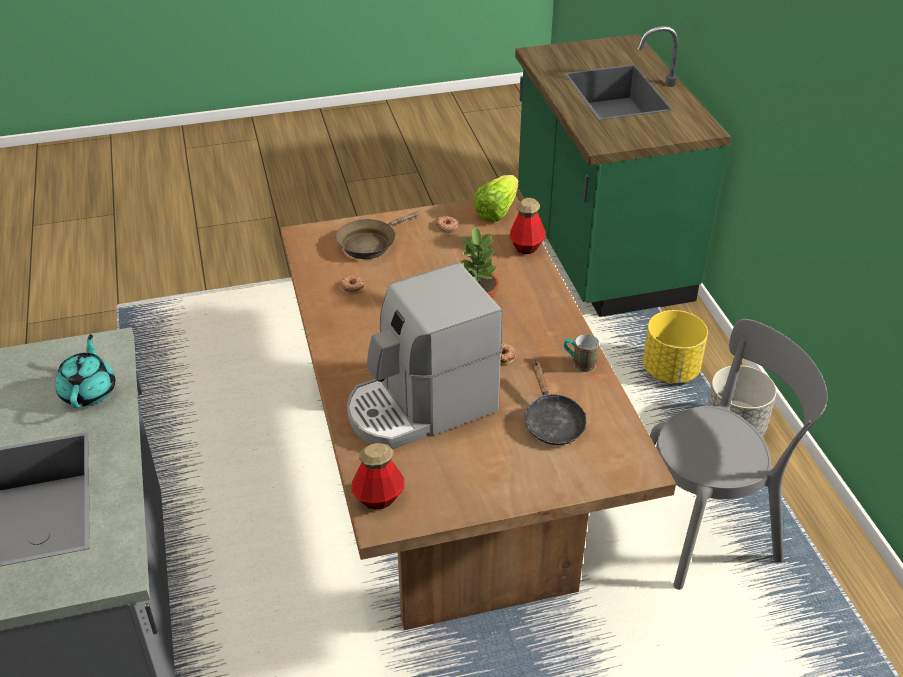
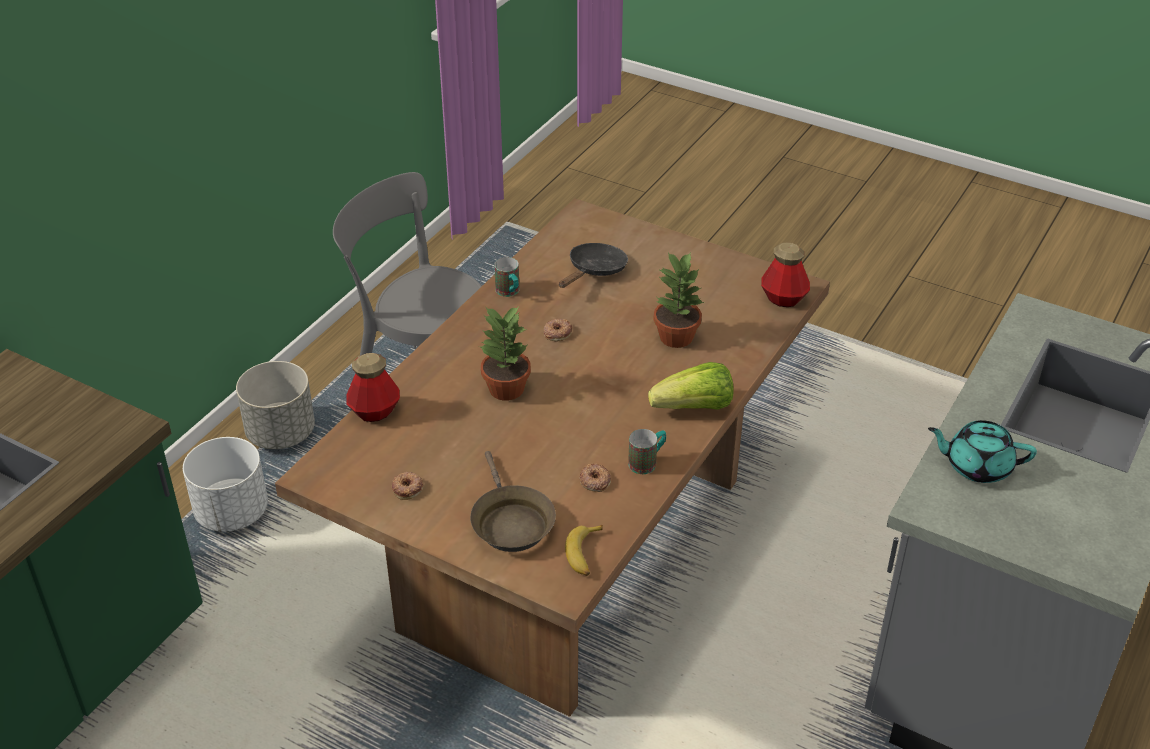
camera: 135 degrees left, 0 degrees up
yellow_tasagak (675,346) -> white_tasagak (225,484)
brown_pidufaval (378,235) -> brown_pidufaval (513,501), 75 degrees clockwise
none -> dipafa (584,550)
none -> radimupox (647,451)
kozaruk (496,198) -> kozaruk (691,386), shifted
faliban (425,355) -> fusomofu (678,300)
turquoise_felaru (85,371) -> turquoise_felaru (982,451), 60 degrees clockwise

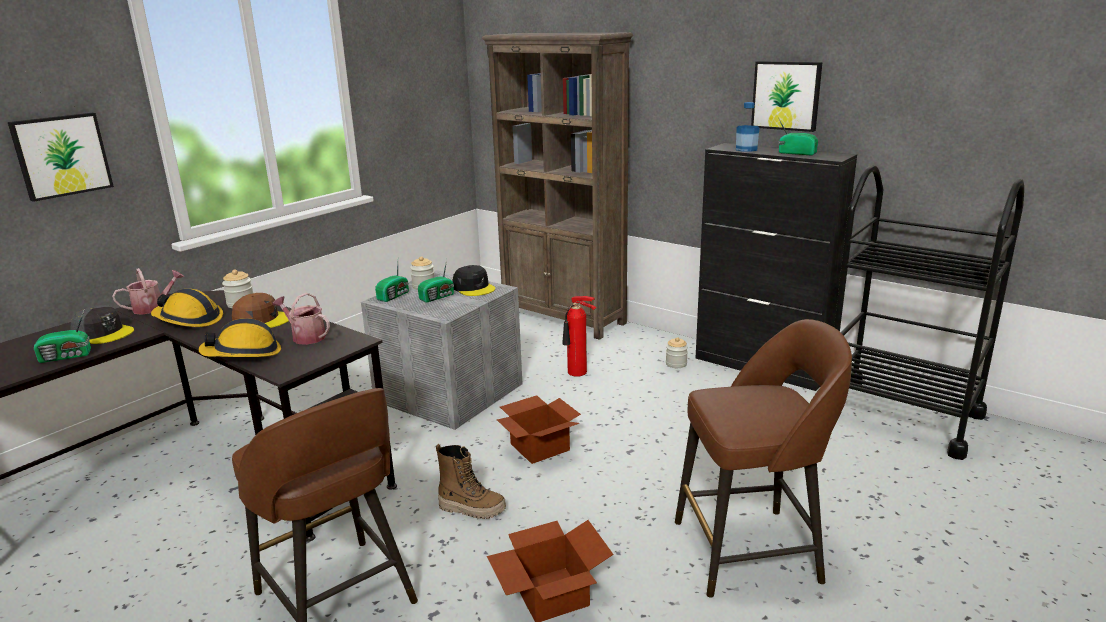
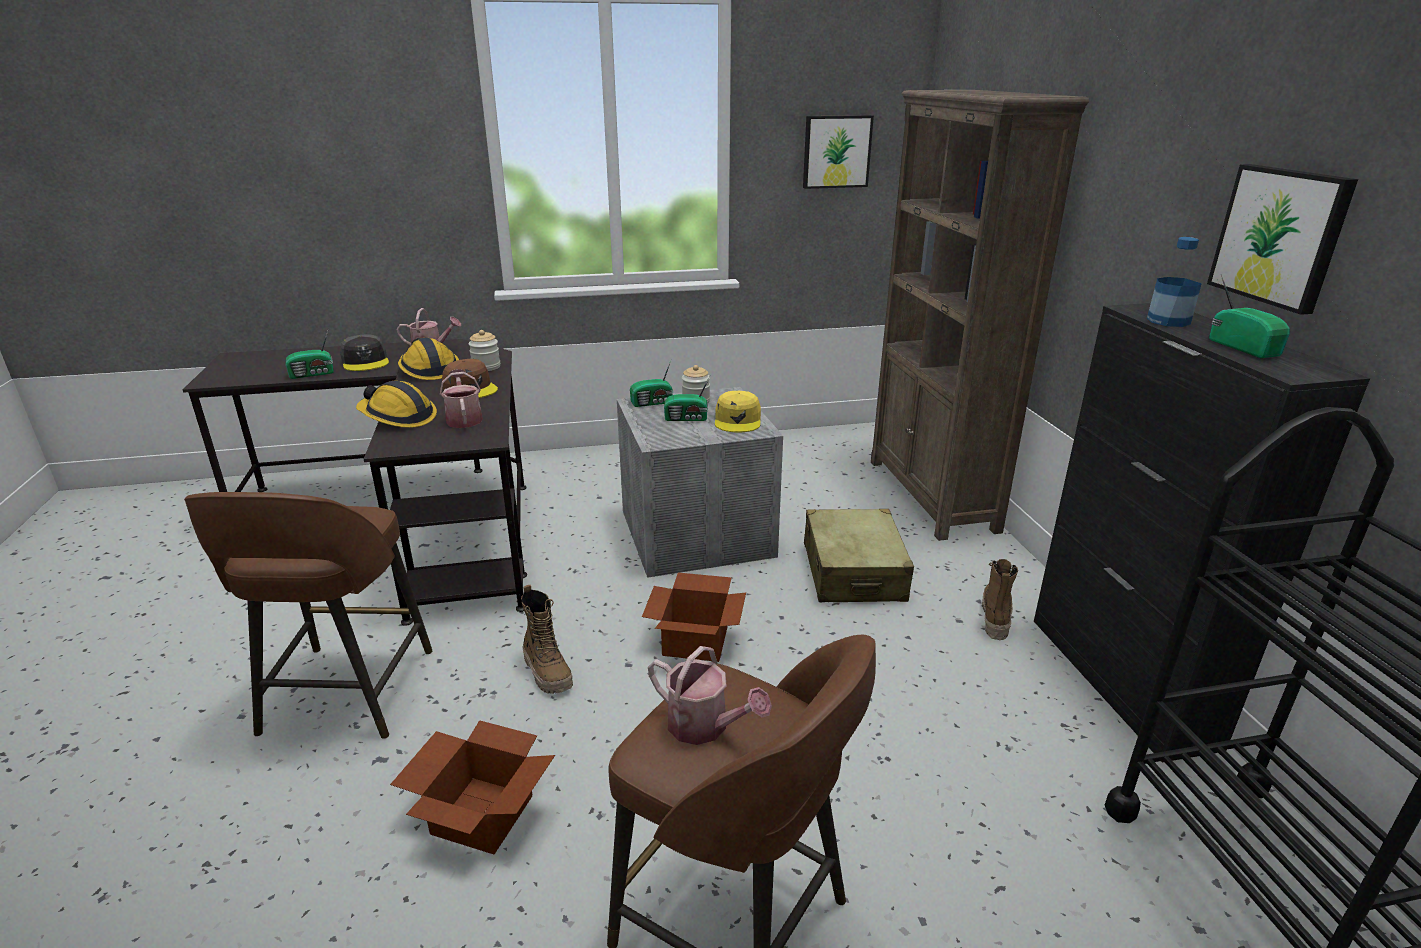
camera: 40 degrees right, 5 degrees up
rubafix (62,335) -> rubafix (309,355), 45 degrees counterclockwise
none -> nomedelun (710,695)
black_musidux (473,280) -> yellow_musidux (738,412)
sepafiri (61,157) -> sepafiri (838,152), shifted
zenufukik (579,336) -> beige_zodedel (859,555)
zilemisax (677,352) -> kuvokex (1000,599)

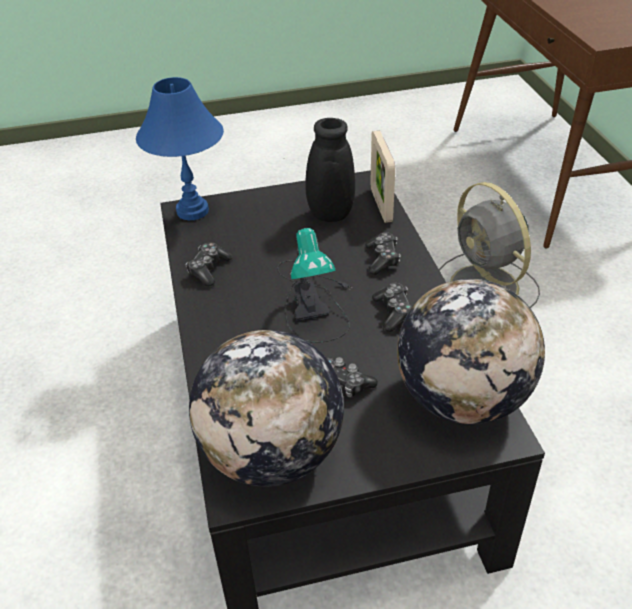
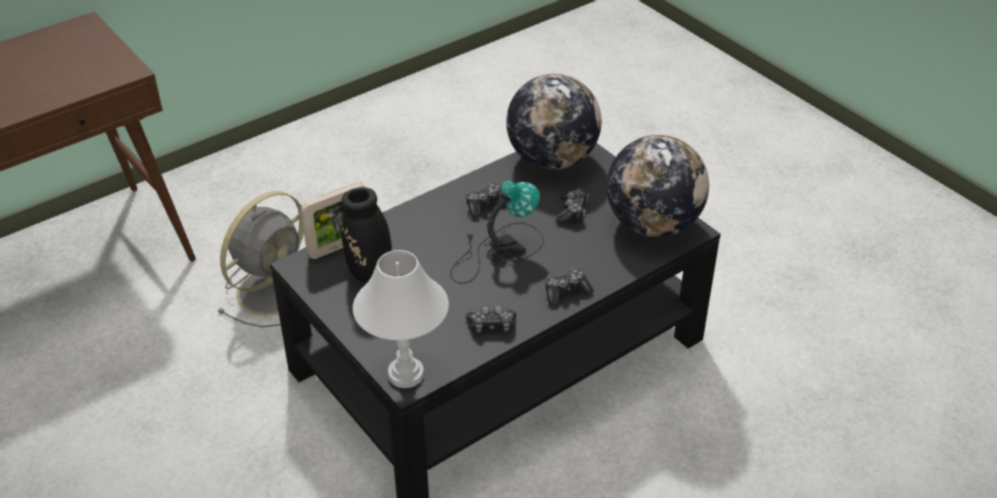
camera: 115 degrees left, 0 degrees up
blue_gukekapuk (180,148) -> white_gukekapuk (401,319)
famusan (383,253) -> famusan (569,287), shifted

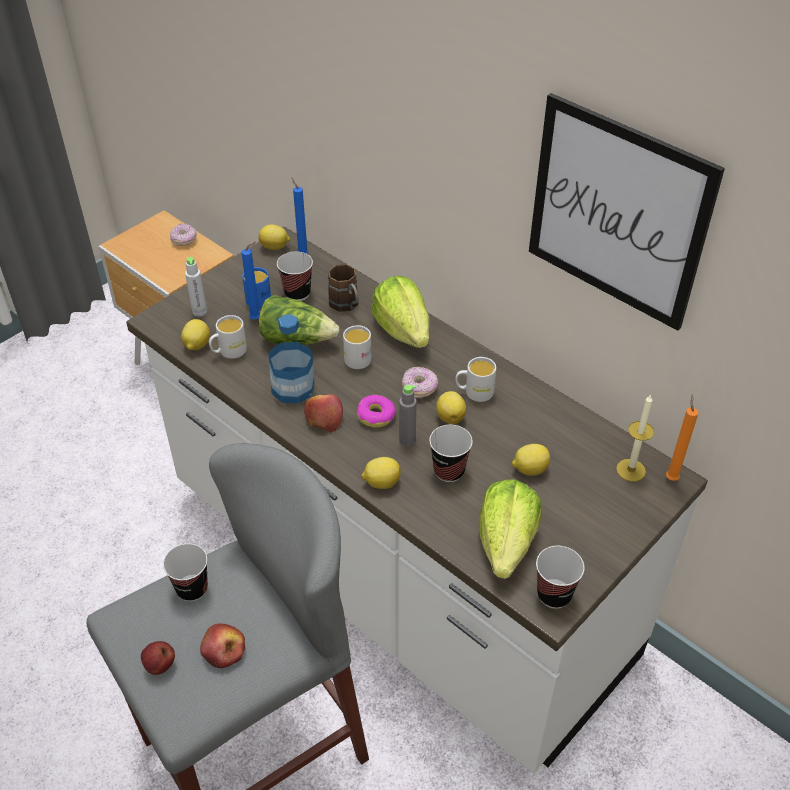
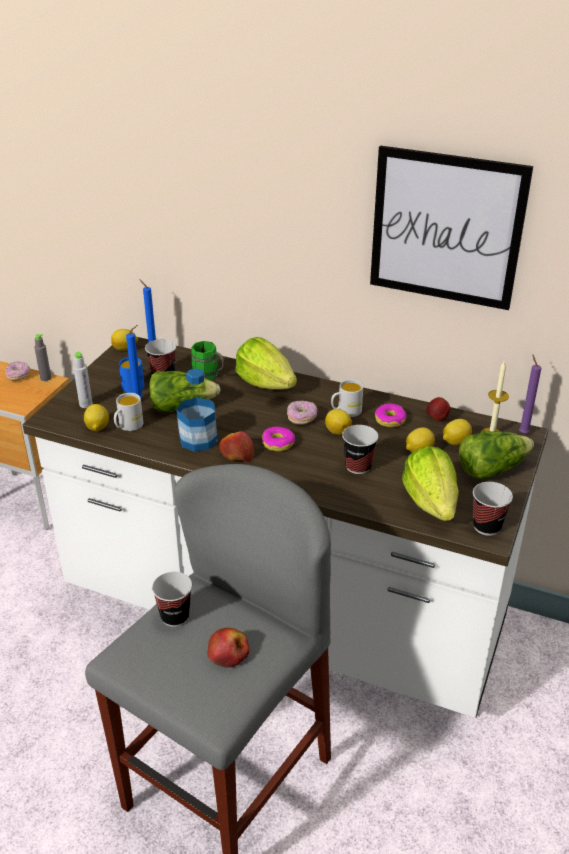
camera: 20 degrees left, 10 degrees down
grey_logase (408,415) -> grey_logase (42,357), shifted
brown_radimupox (343,288) -> green_radimupox (207,360)
none -> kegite (390,415)
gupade (158,658) -> gupade (438,409), shifted
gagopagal (381,473) -> gagopagal (457,432), shifted
none -> kozaruk (496,455)
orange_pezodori (682,437) -> purple_pezodori (530,394)
white_radimupox (357,347) -> none

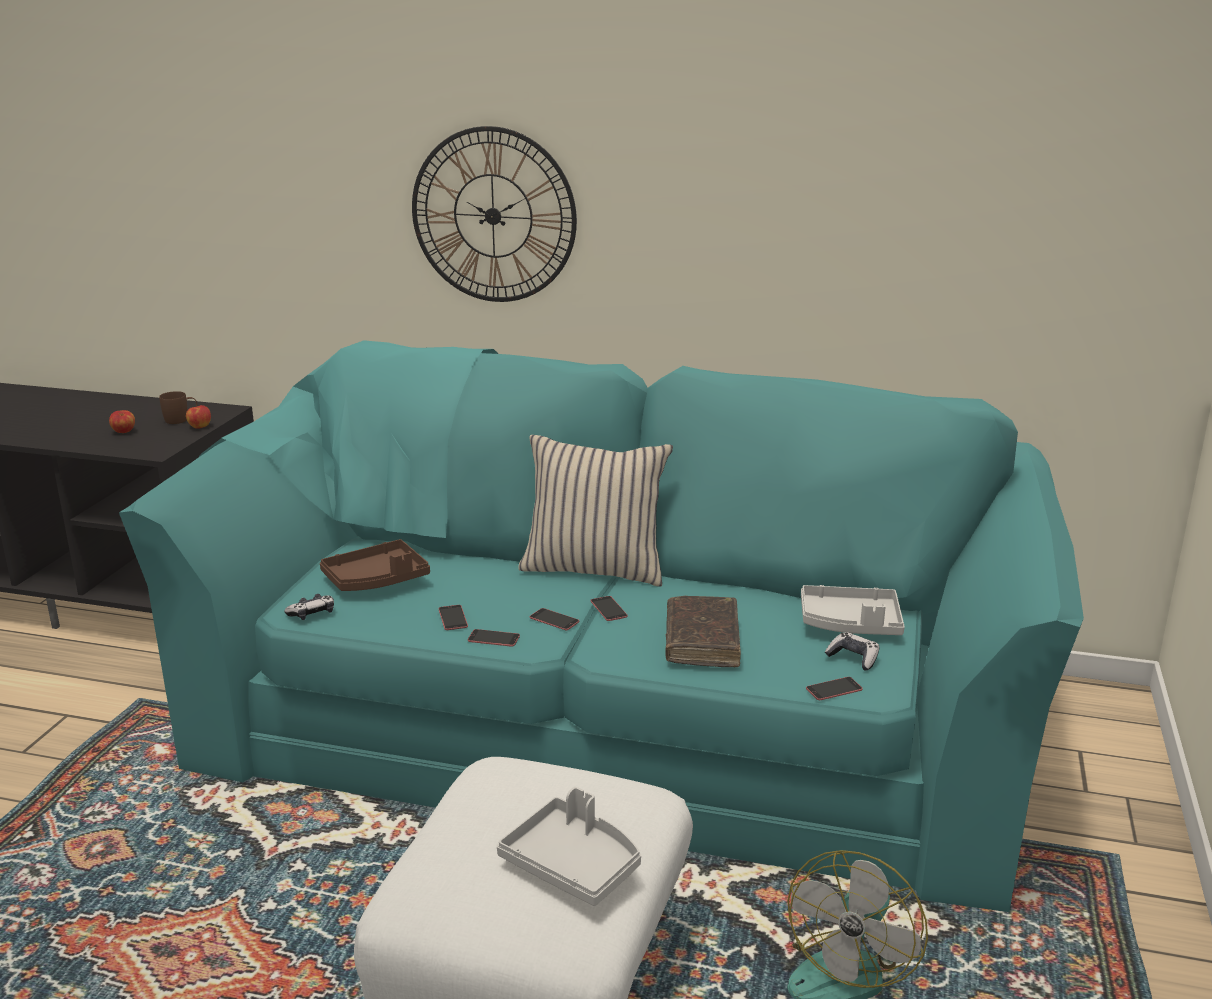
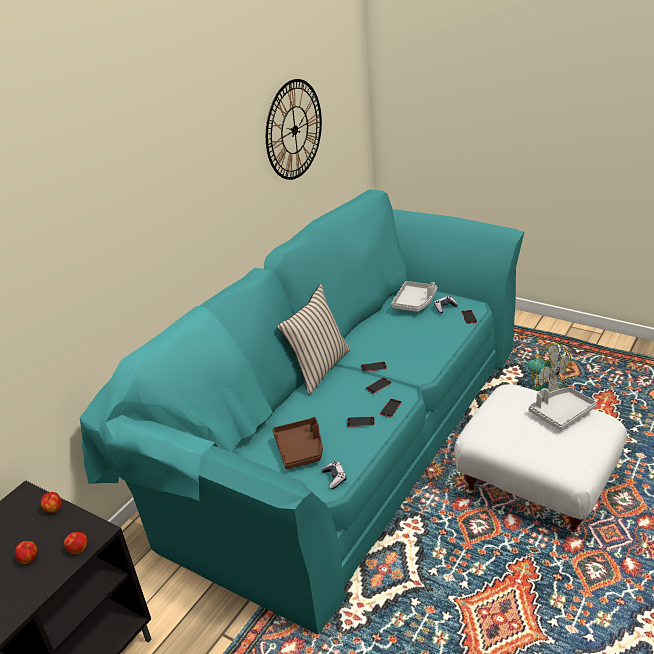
camera: 70 degrees left, 10 degrees up
none -> gupade (75,543)
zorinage (494,214) -> zorinage (294,129), shifted
brown_radimupox (178,407) -> none
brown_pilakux (703,631) -> none

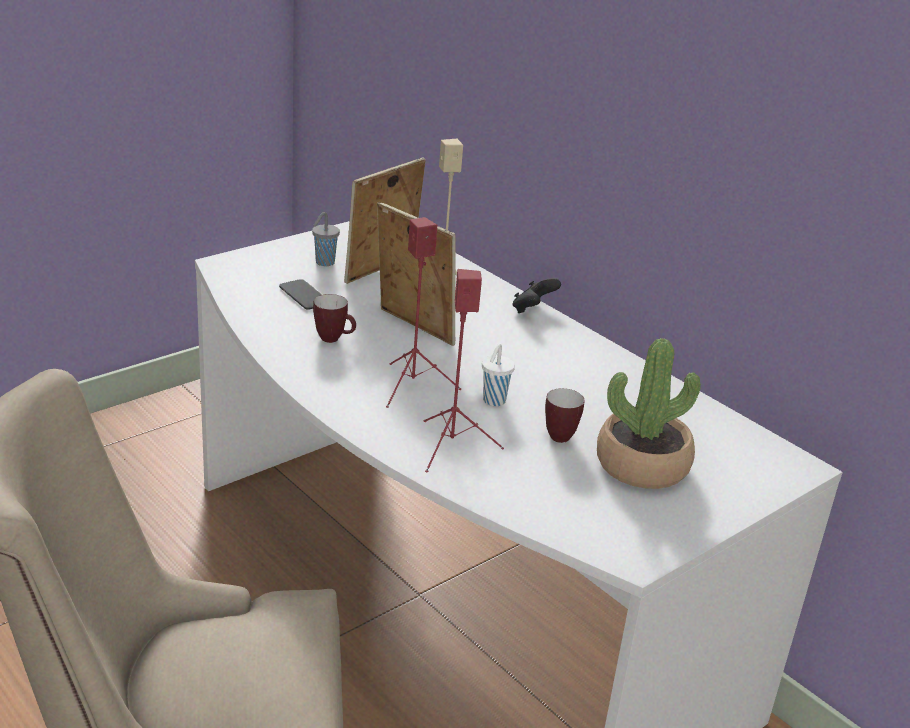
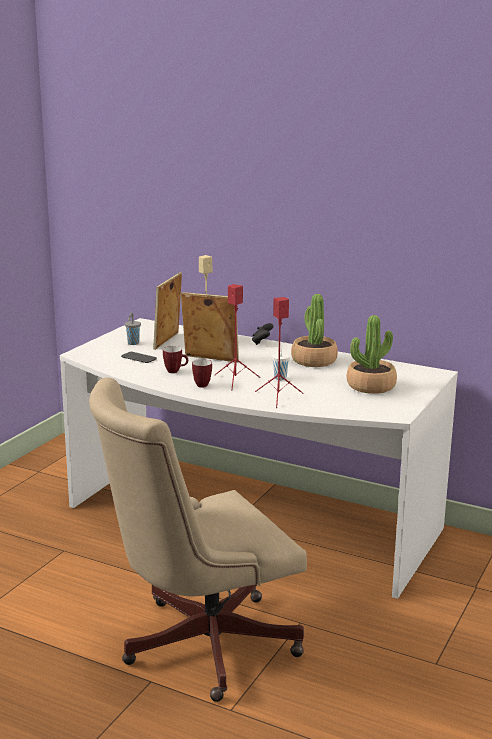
camera: 20 degrees left, 10 degrees down
radimupox (565,415) -> radimupox (202,373), shifted
none -> fusomofu (314,330)

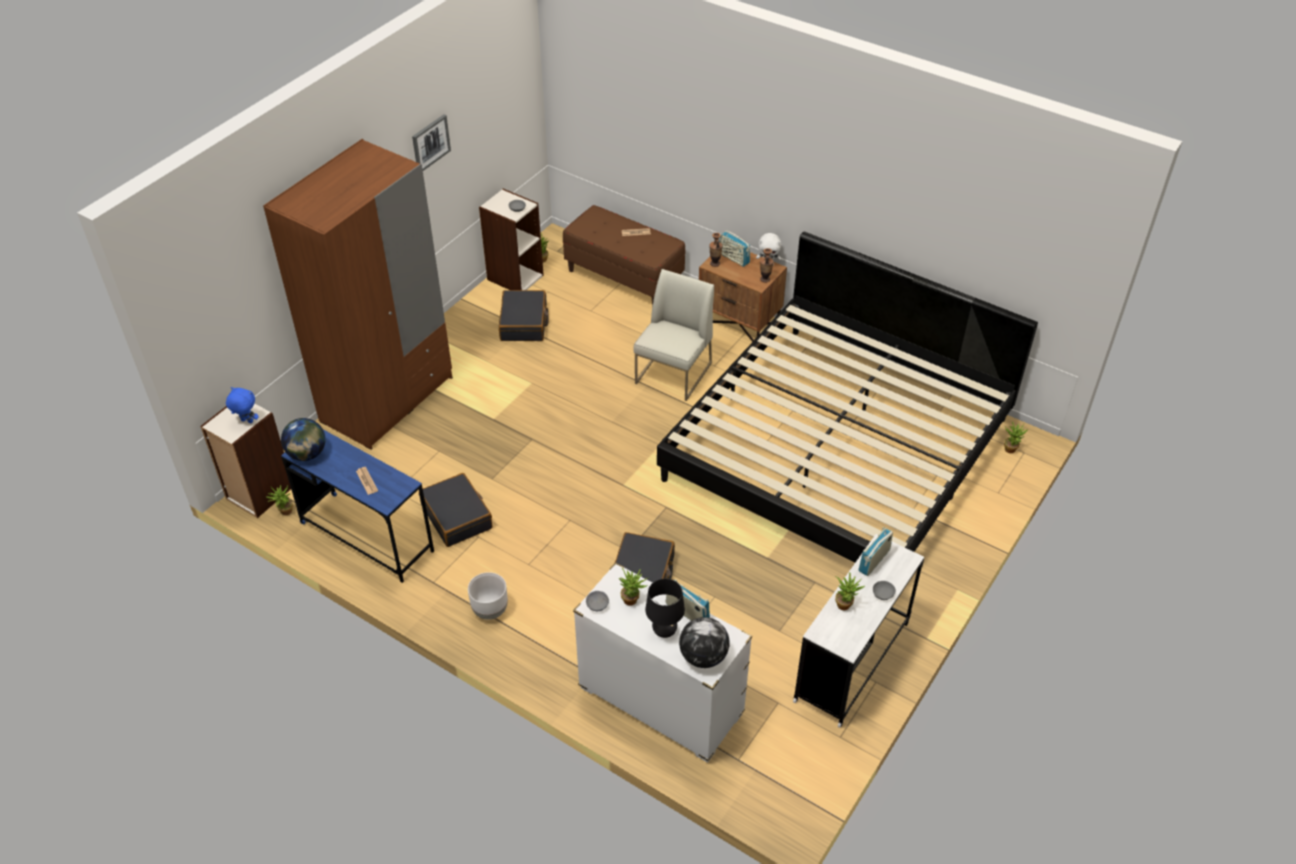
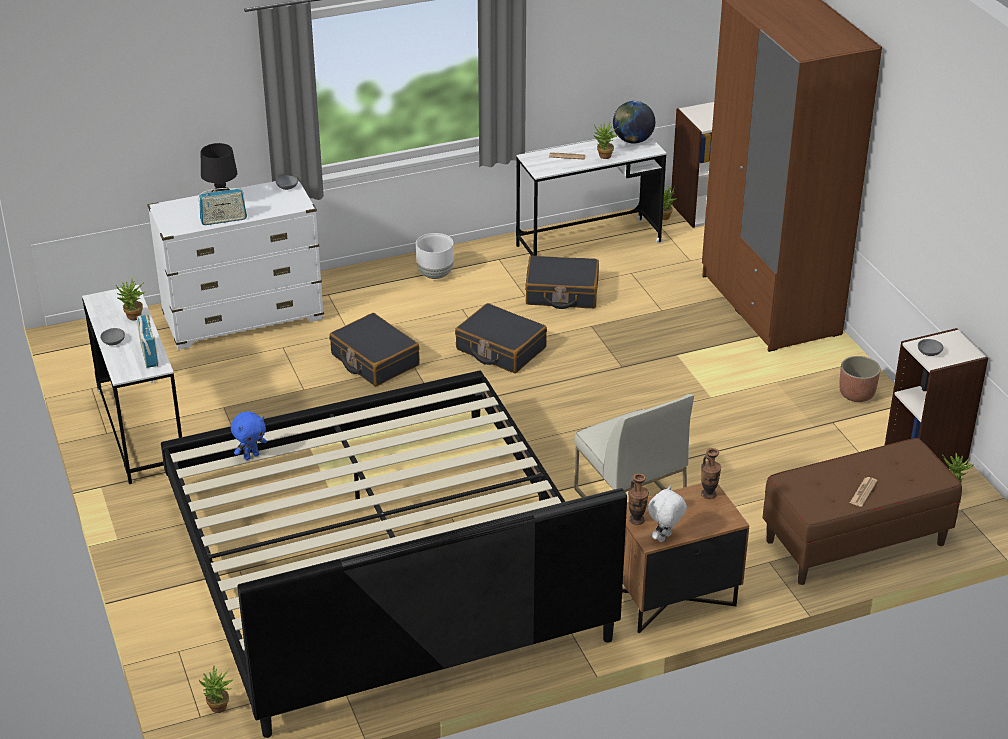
camera: 125 degrees right, 10 degrees down
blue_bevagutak (242,405) -> blue_bevagutak (249,435), shifted
black_zodedel (524,315) -> black_zodedel (501,338), shifted
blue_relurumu (357,506) -> white_relurumu (591,196)
fusomofu (634,587) -> fusomofu (606,140), shifted
none -> tasagak (860,379)
sepafiri (431,142) -> none
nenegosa (704,642) -> none
rubafix (734,248) -> none

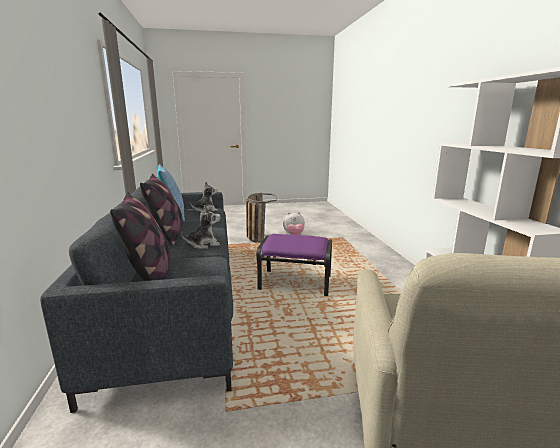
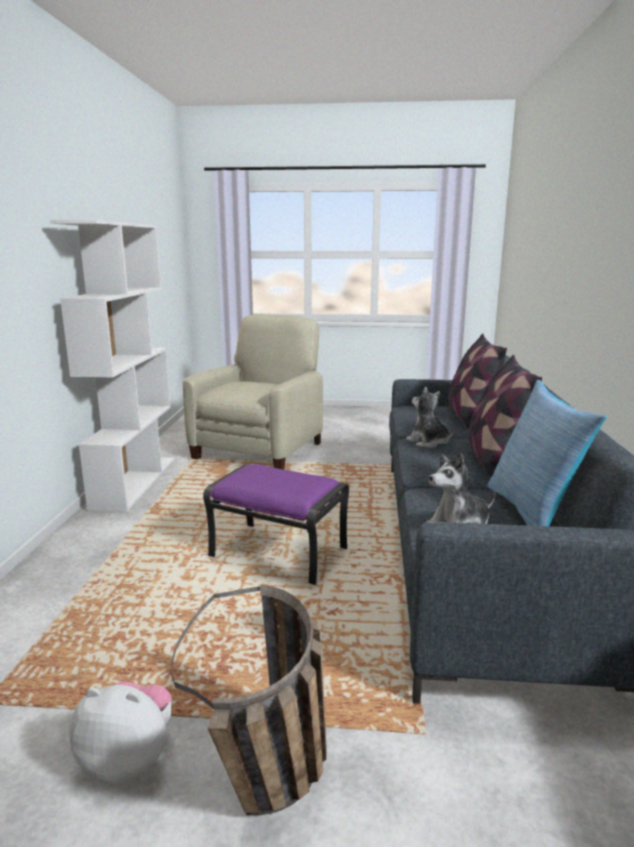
camera: 165 degrees left, 0 degrees up
bevagutak (200,227) -> bevagutak (430,417), 60 degrees clockwise

